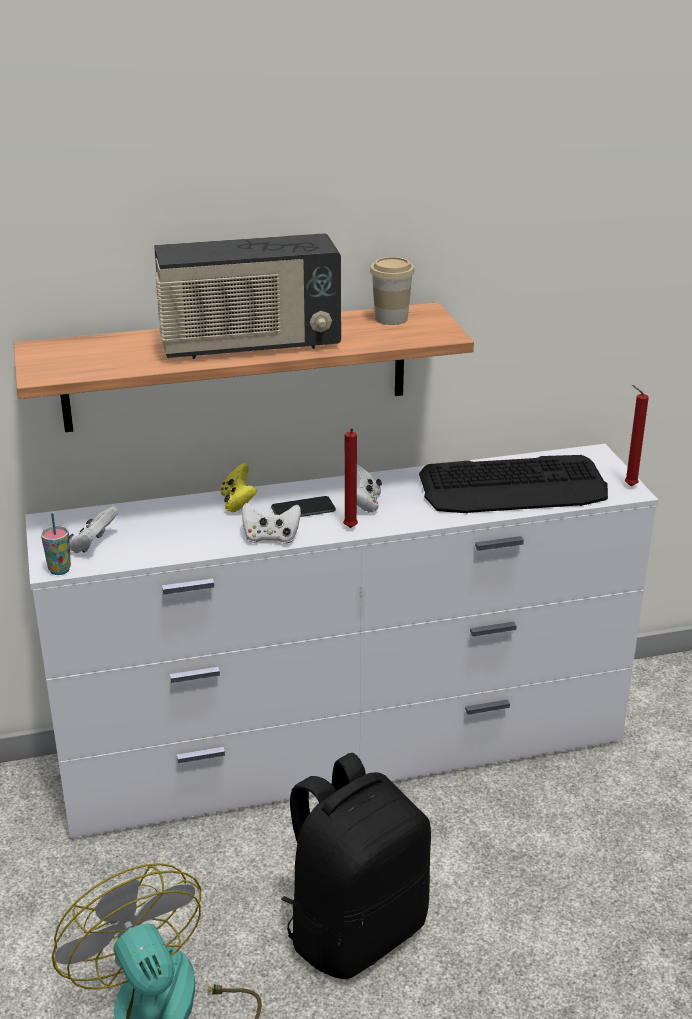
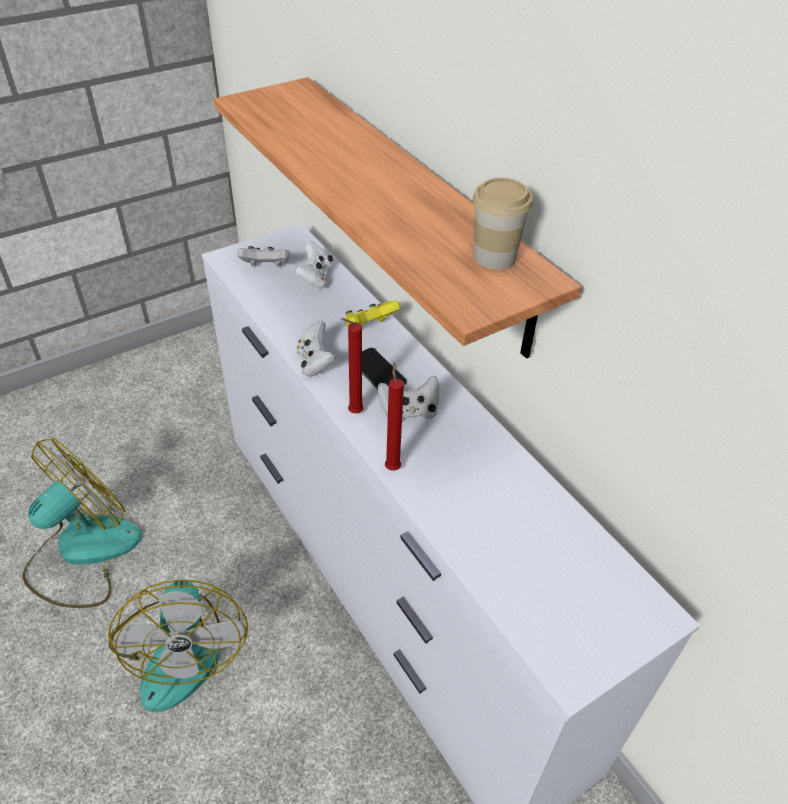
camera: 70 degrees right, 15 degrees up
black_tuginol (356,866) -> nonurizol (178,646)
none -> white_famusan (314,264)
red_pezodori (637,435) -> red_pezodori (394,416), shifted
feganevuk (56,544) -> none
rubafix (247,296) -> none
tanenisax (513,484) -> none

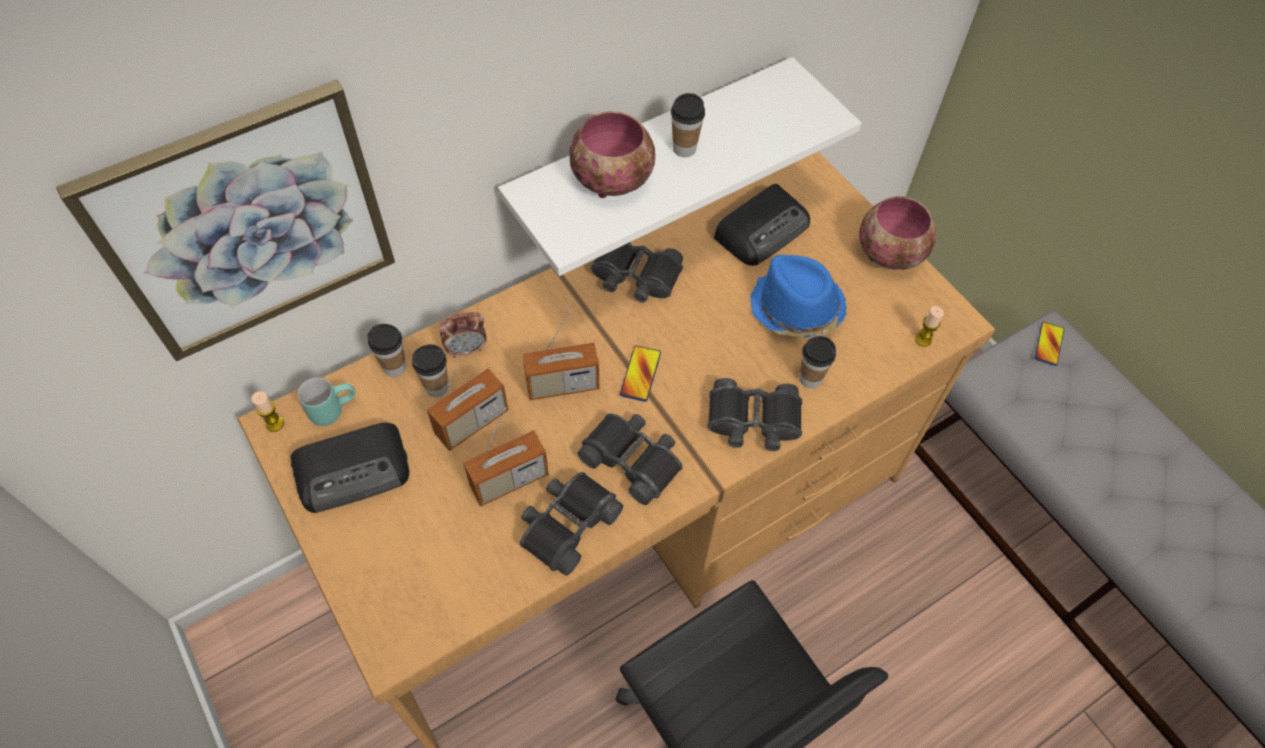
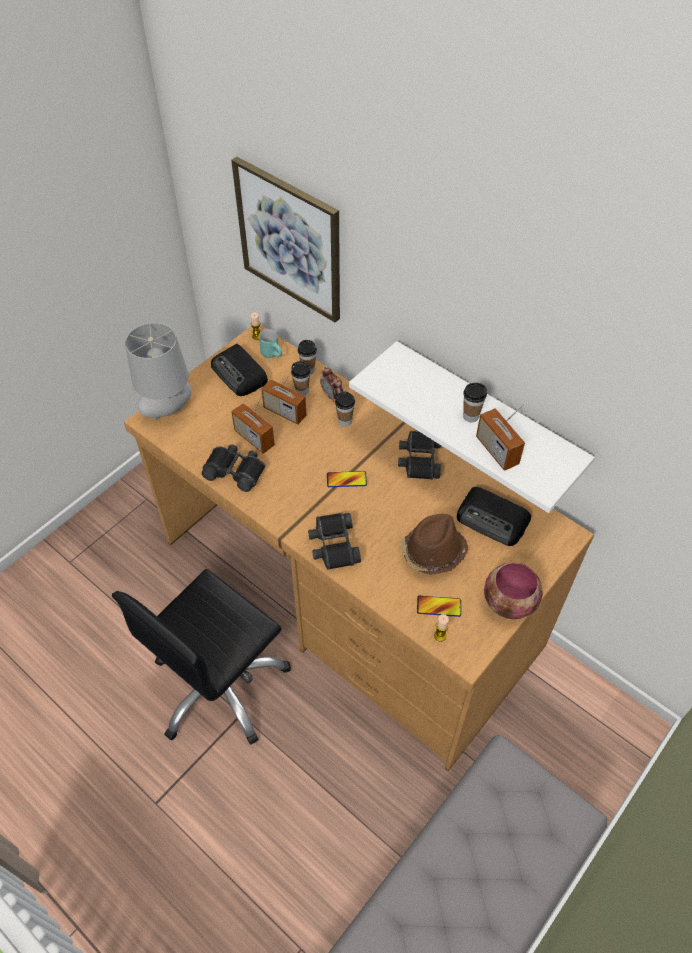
camera: 75 degrees right, 5 degrees down
none -> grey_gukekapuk (158,372)
feganevuk (817,362) -> feganevuk (345,409), shifted
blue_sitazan (798,296) -> brown_sitazan (434,544)
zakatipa (1049,344) -> zakatipa (439,606), shifted
rubafix (560,355) -> rubafix (500,437), shifted
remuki (612,154) -> none
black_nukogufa (630,459) -> none

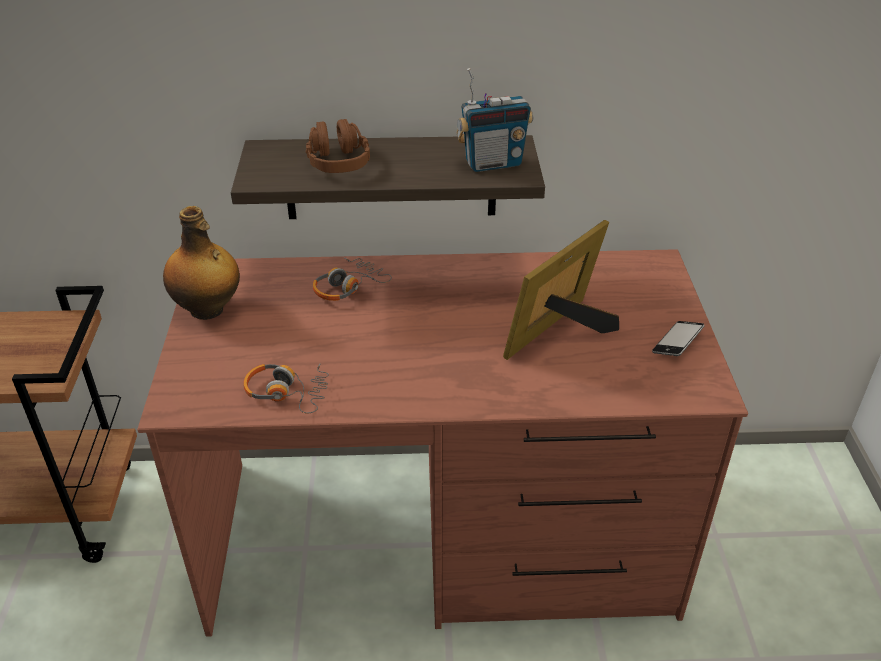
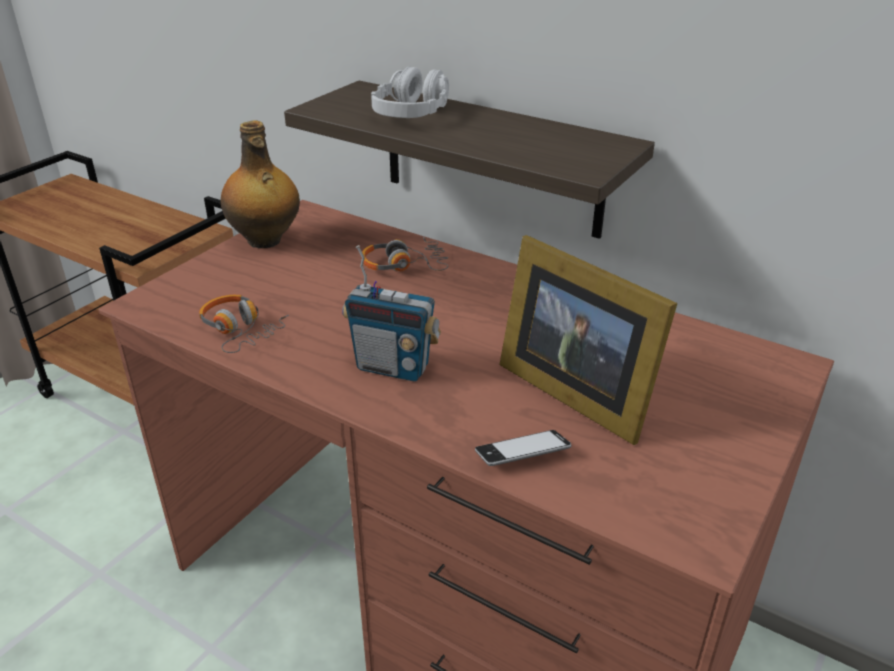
camera: 35 degrees right, 5 degrees down
rubafix (494,120) -> rubafix (391,313), shifted
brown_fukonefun (338,146) -> grey_fukonefun (410,92)
zakatipa (678,338) -> zakatipa (523,448), shifted
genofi (561,290) -> genofi (588,340), 120 degrees counterclockwise

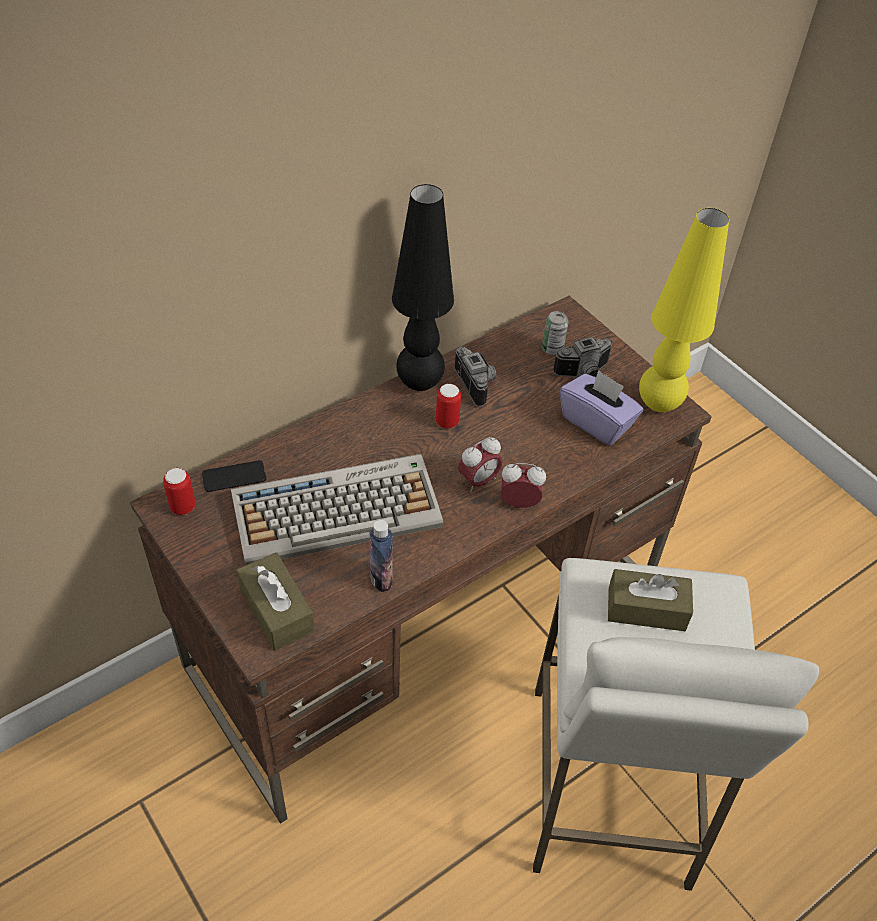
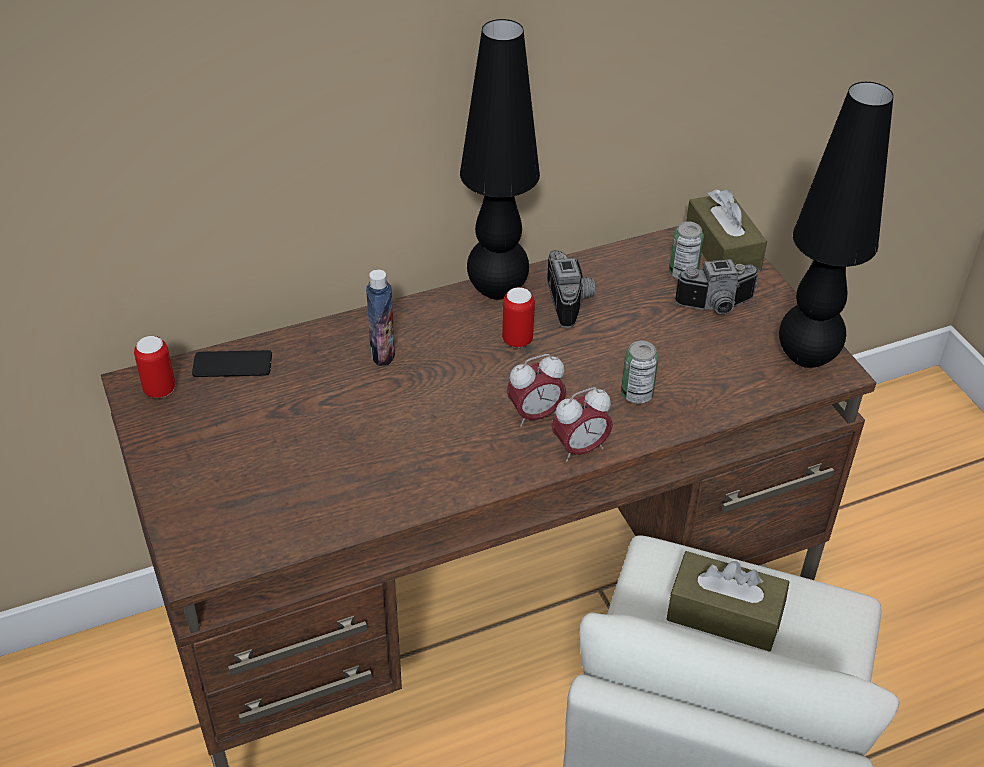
camera: 15 degrees right, 5 degrees down
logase (381,556) -> logase (380,318), shifted
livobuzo (523,485) -> livobuzo (582,424), 135 degrees clockwise
none -> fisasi (639,372)
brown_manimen (276,601) -> brown_manimen (726,230), shifted
yellow_gukekapuk (684,310) -> black_gukekapuk (836,225)
tanenisax (337,510) -> none
purple_manimen (601,407) -> none

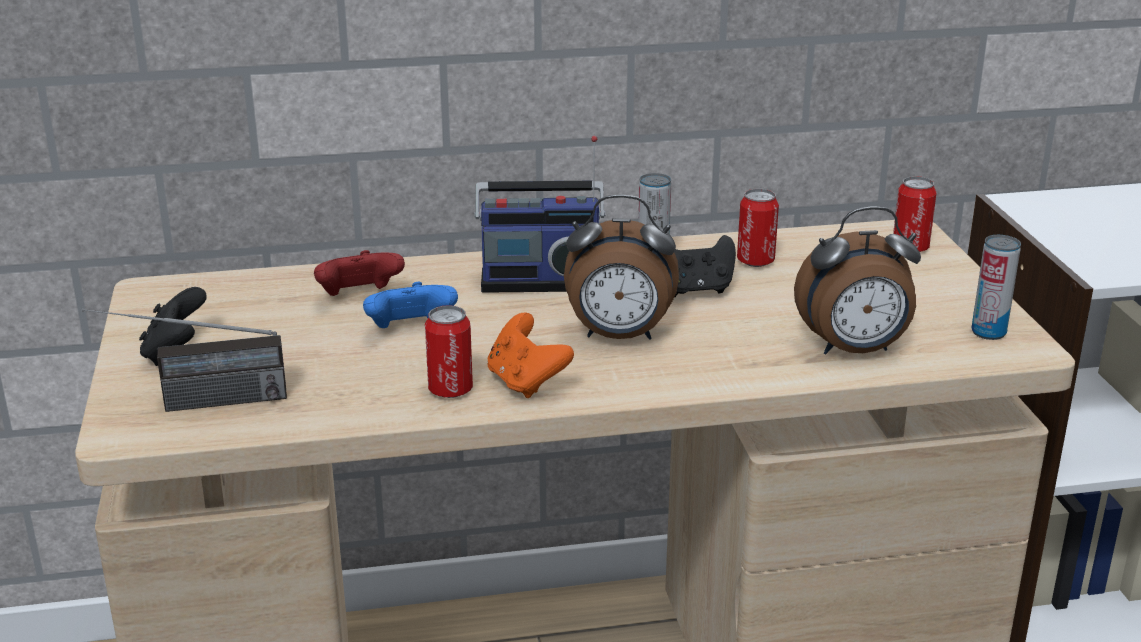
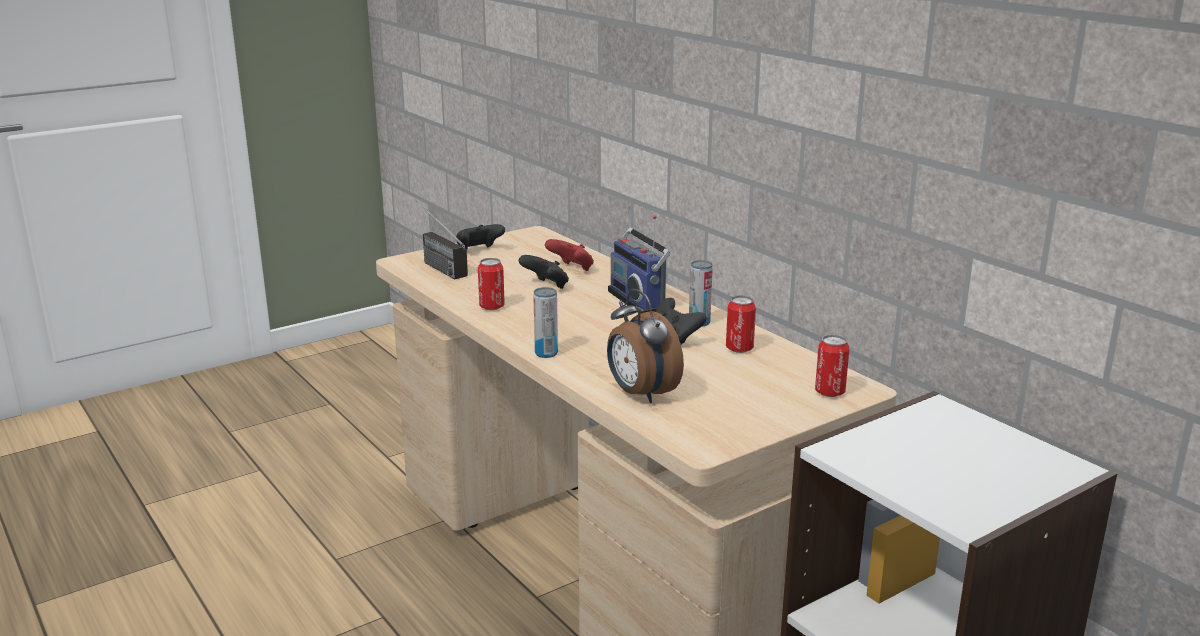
camera: 65 degrees right, 5 degrees down
blue_famusan (410,305) -> black_famusan (544,272)
fisasi (996,287) -> fisasi (545,322), shifted
orange_famusan (530,355) -> none
livobuzo (621,267) -> none

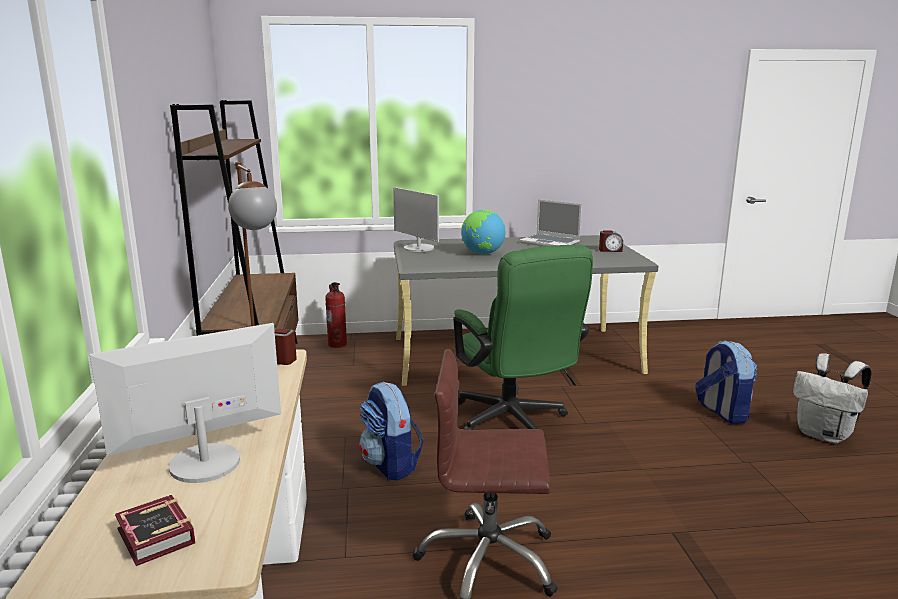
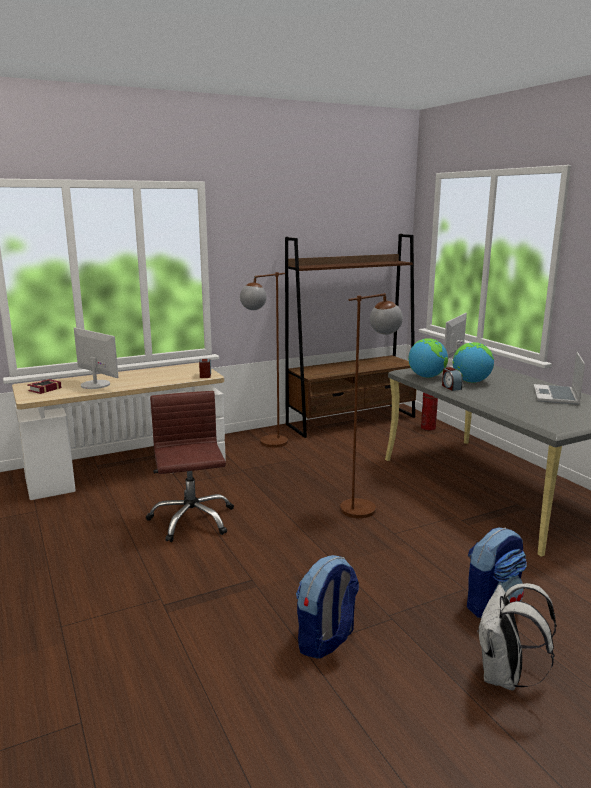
camera: 70 degrees right, 0 degrees up
tuginol (391,431) -> tuginol (327,607), shifted
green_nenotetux (523,337) -> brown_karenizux (371,405)
none -> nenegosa (428,358)
livobuzo (611,241) -> livobuzo (452,379), shifted

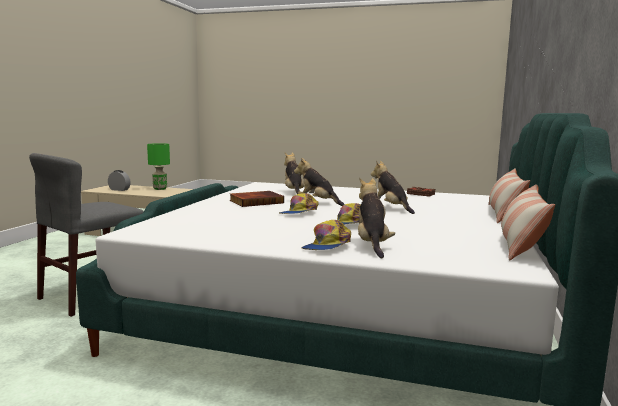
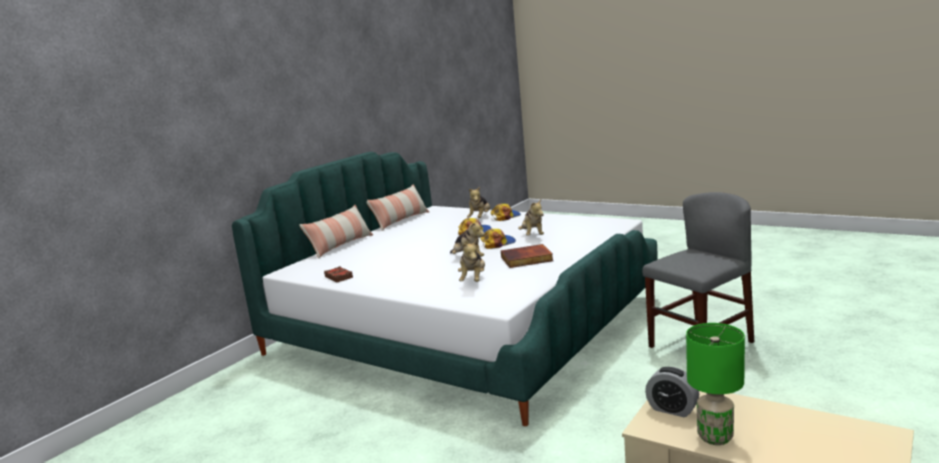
camera: 160 degrees left, 5 degrees up
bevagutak (393,187) -> bevagutak (531,217), shifted
livobuzo (119,180) -> livobuzo (672,392), shifted

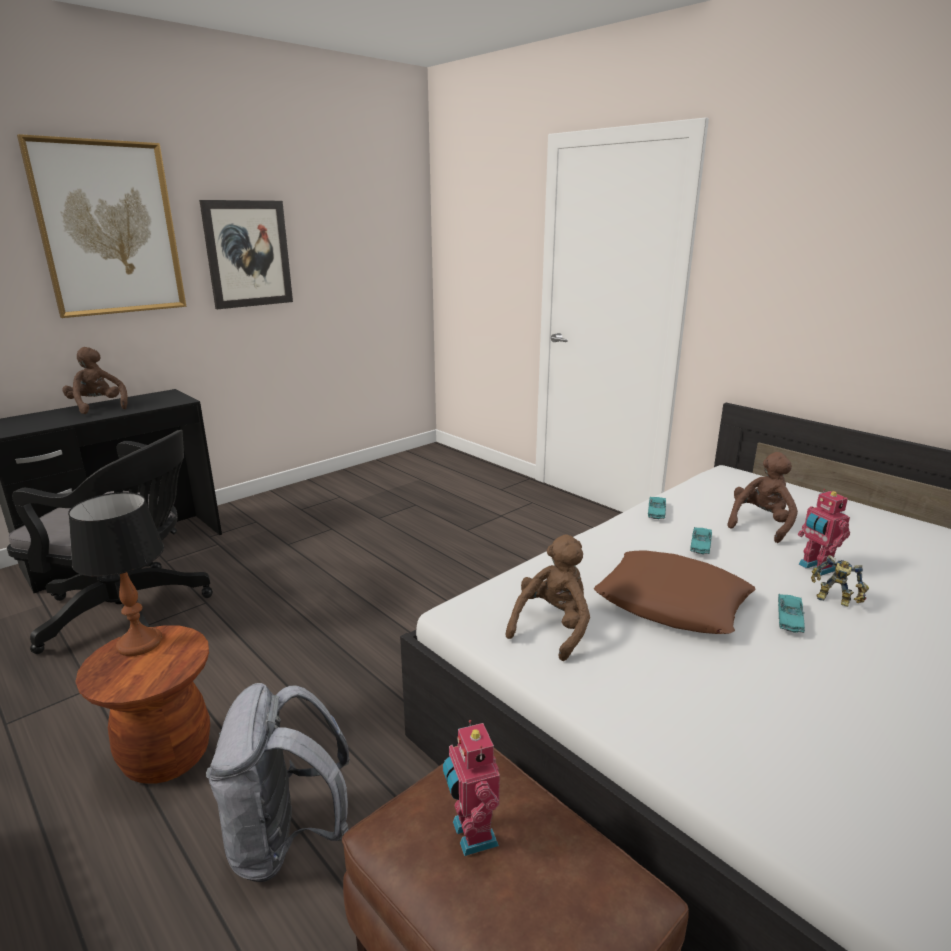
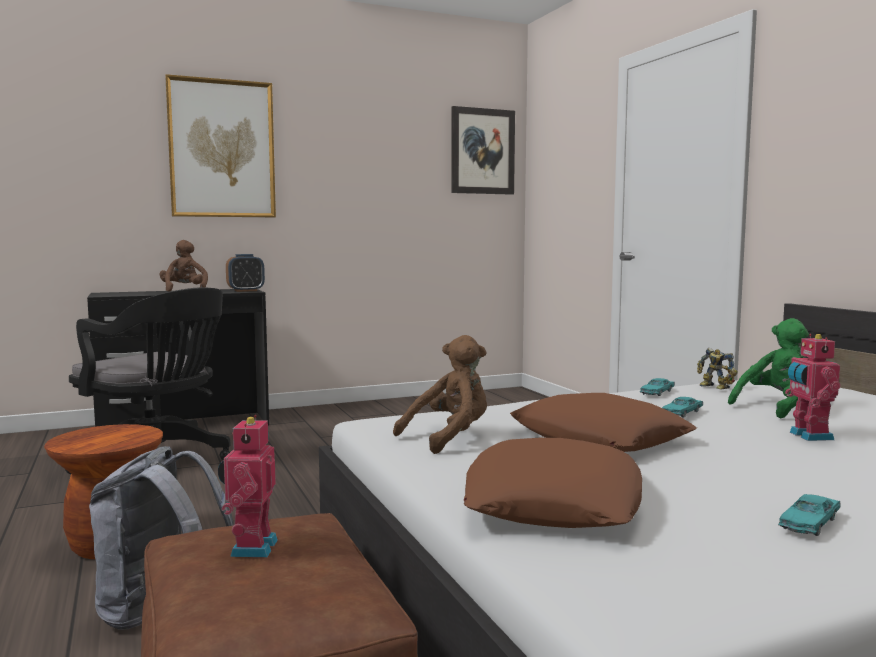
camera: 20 degrees right, 15 degrees down
none -> livobuzo (245,273)
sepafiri (246,254) -> sepafiri (483,150), shifted
none -> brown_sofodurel (553,483)
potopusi (840,581) -> potopusi (717,368), shifted
brown_bevagutak (762,497) -> green_bevagutak (768,368)
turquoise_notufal (791,613) -> turquoise_notufal (809,515), shifted
gukekapuk (116,574) -> none

